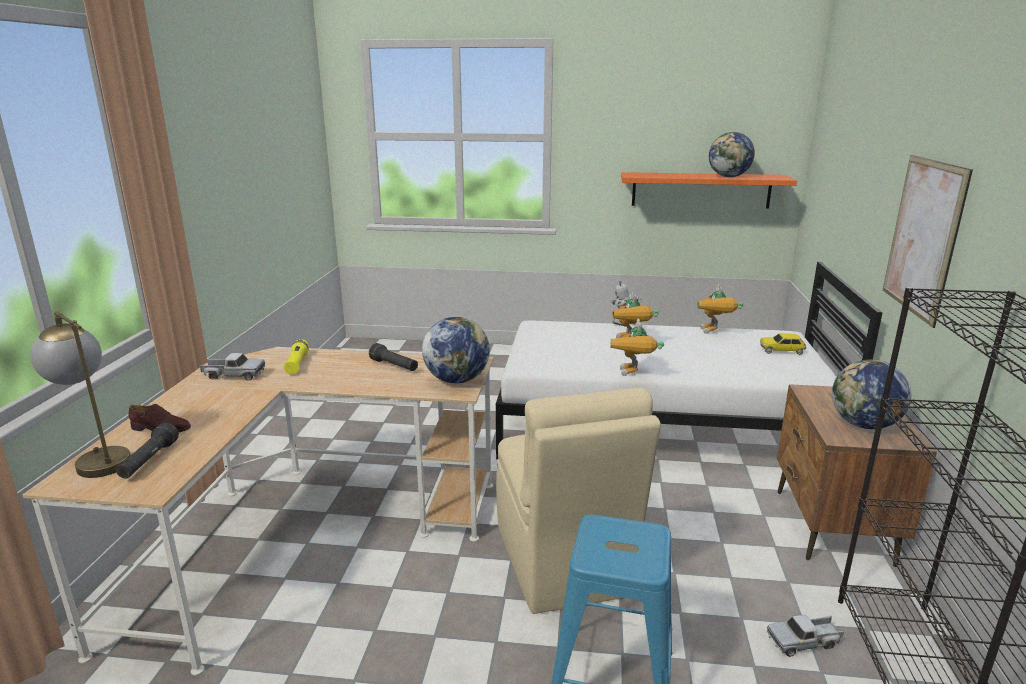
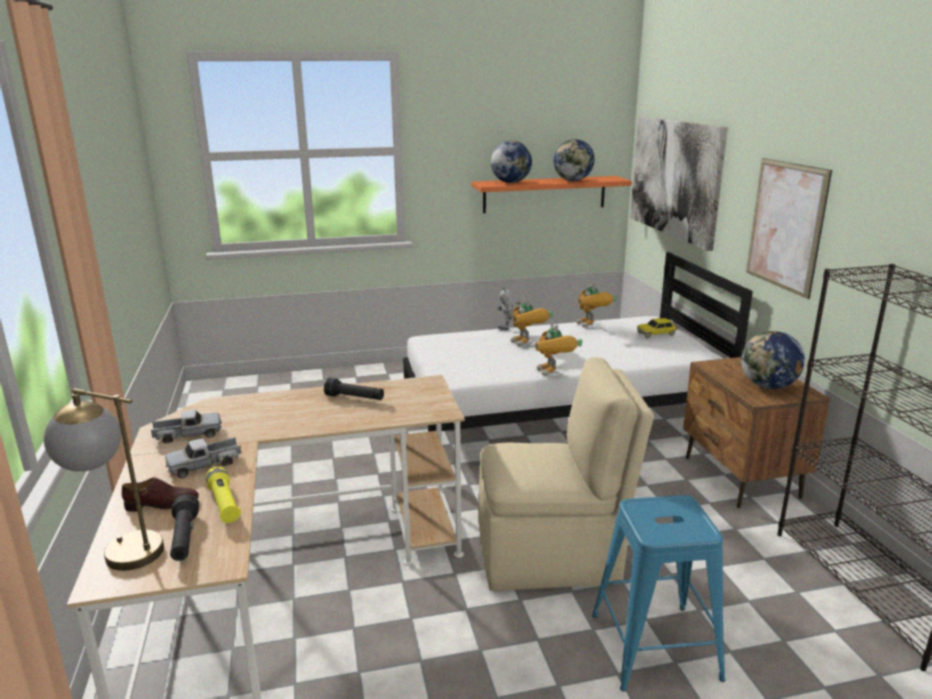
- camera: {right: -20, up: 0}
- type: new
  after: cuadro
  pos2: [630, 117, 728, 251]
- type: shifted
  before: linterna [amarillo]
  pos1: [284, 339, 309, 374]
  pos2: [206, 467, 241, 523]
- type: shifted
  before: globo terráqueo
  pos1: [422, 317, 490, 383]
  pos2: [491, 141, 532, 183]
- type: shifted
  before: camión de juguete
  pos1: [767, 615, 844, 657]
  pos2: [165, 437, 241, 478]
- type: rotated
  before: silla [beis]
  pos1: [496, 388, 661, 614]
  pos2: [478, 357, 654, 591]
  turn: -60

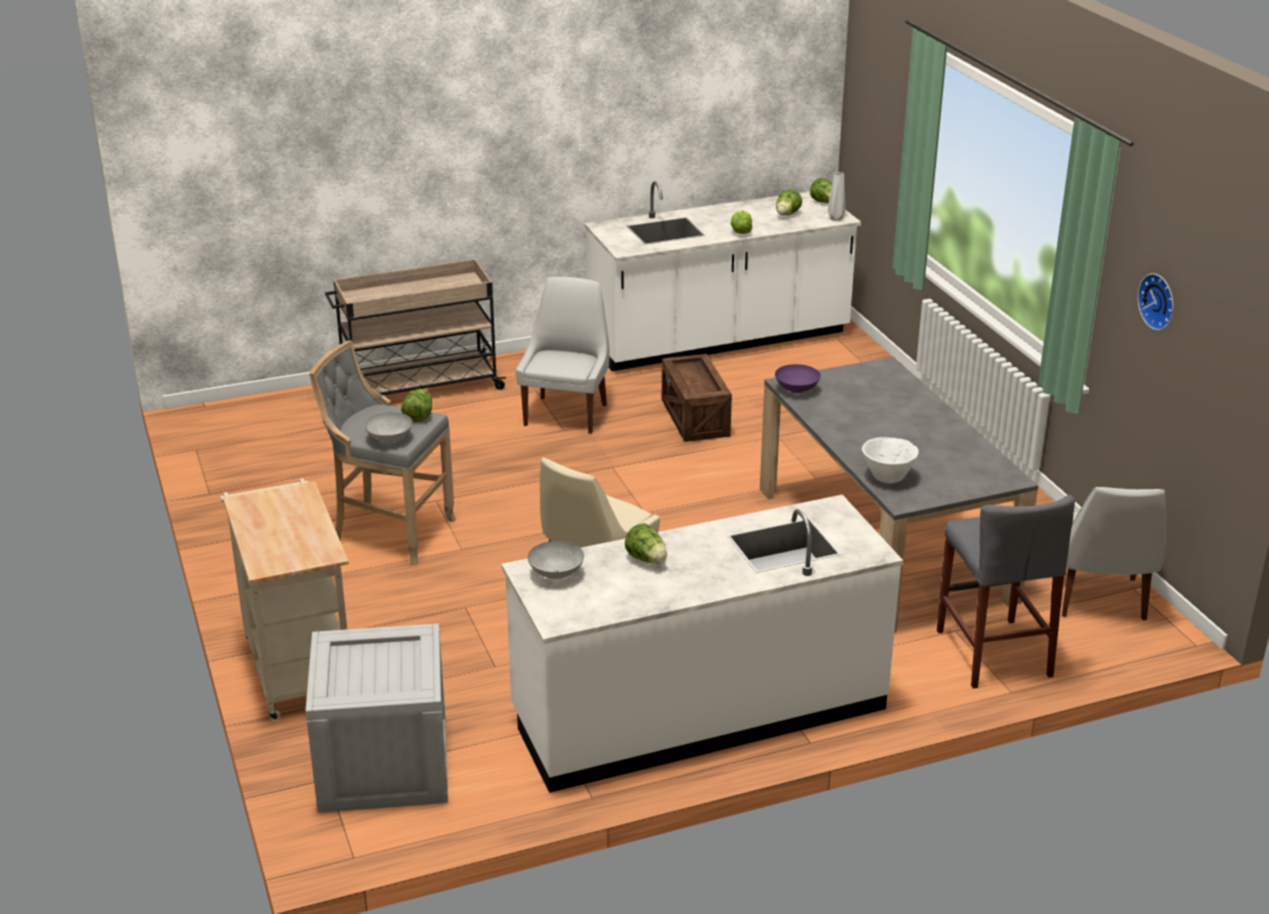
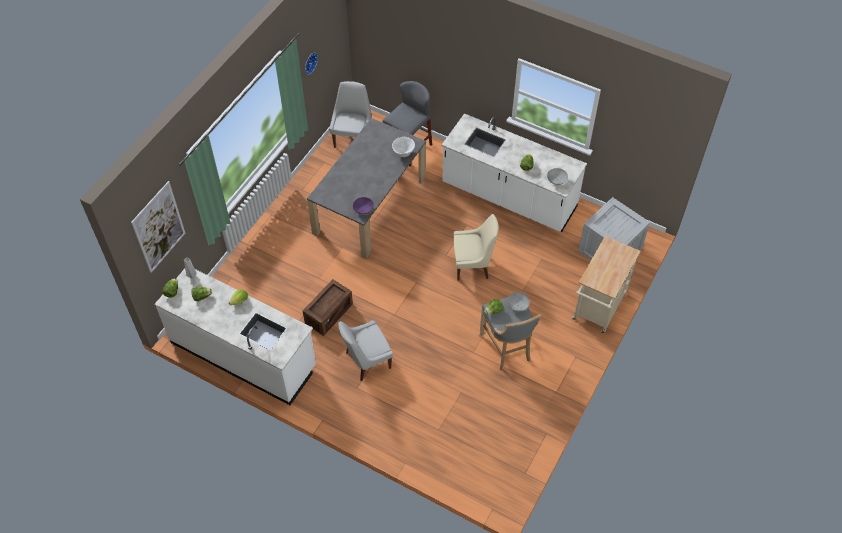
- camera: {right: -130, up: 25}
- type: gone
  before: carrito [beis]
  pos1: [325, 259, 506, 395]
- type: new
  after: cuadro
  pos2: [131, 181, 185, 273]
- type: rotated
  before: silla [blanco]
  pos1: [1062, 487, 1166, 621]
  pos2: [329, 81, 371, 148]
  turn: -45

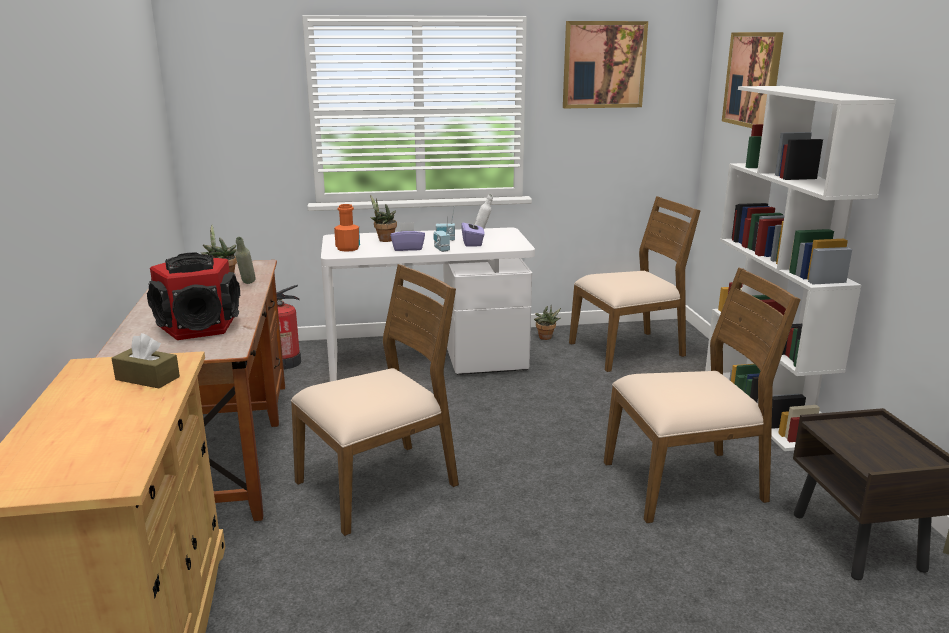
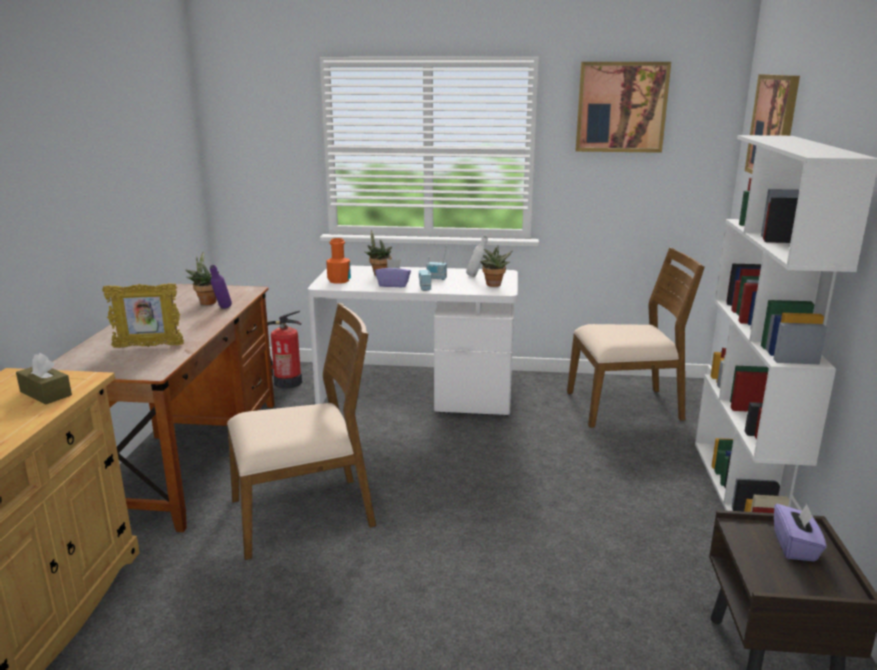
- camera: {right: 15, up: 0}
- type: gone
  before: silla [marrón]
  pos1: [604, 267, 801, 523]
- type: shifted
  before: caja de pañuelos [morado]
  pos1: [461, 219, 484, 247]
  pos2: [774, 504, 827, 562]
- type: shifted
  before: planta en maceta
  pos1: [534, 306, 561, 340]
  pos2: [480, 245, 513, 287]
- type: swapped
  before: altavoz
  after: portarretratos
  pos1: [147, 253, 240, 340]
  pos2: [102, 283, 184, 348]
- type: repainted
  before: botella [gris]
  after: botella [morado]
  pos1: [235, 237, 256, 284]
  pos2: [210, 265, 232, 309]

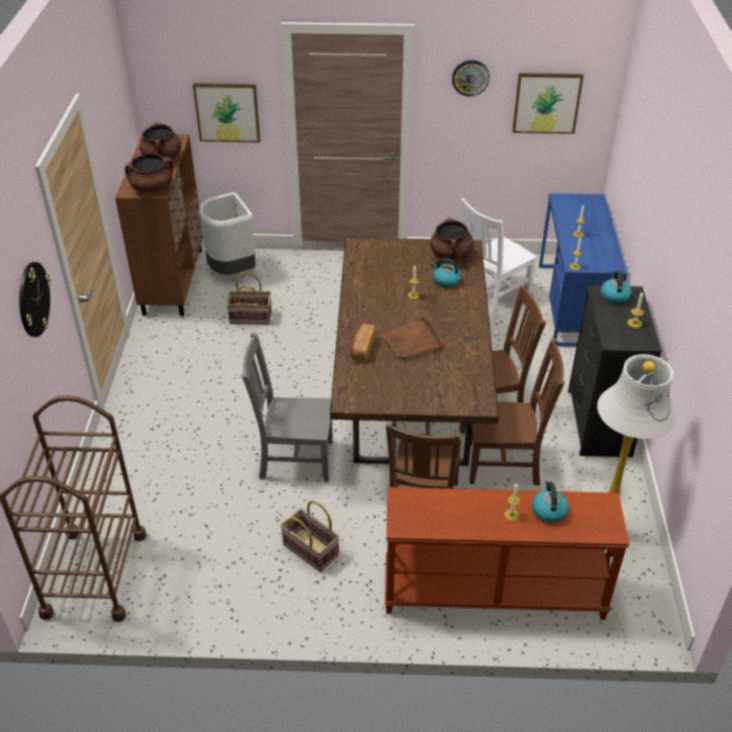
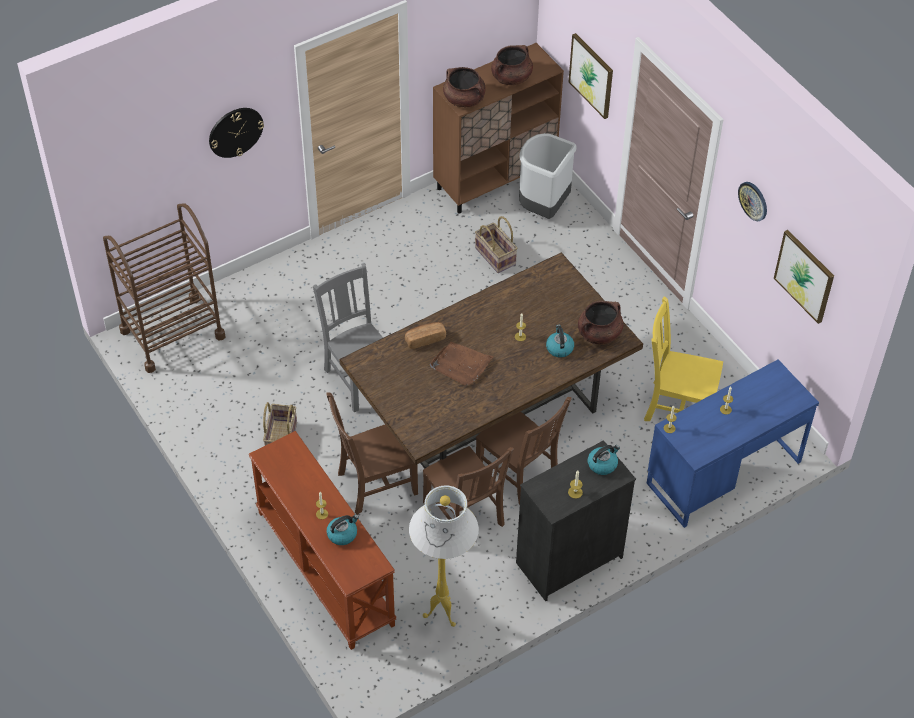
- camera: {right: 55, up: 10}
- type: repainted
  before: silla [blanco]
  after: silla [amarillo]
  pos1: [461, 198, 537, 319]
  pos2: [644, 297, 723, 421]

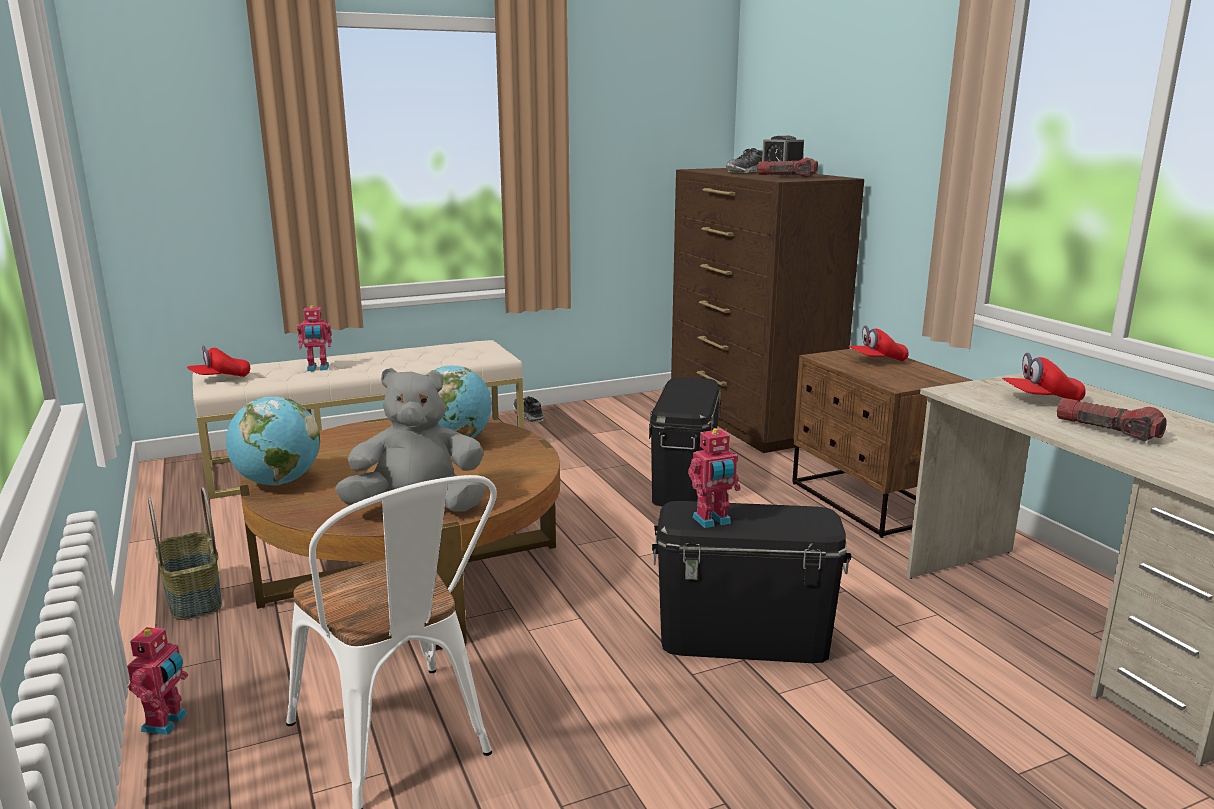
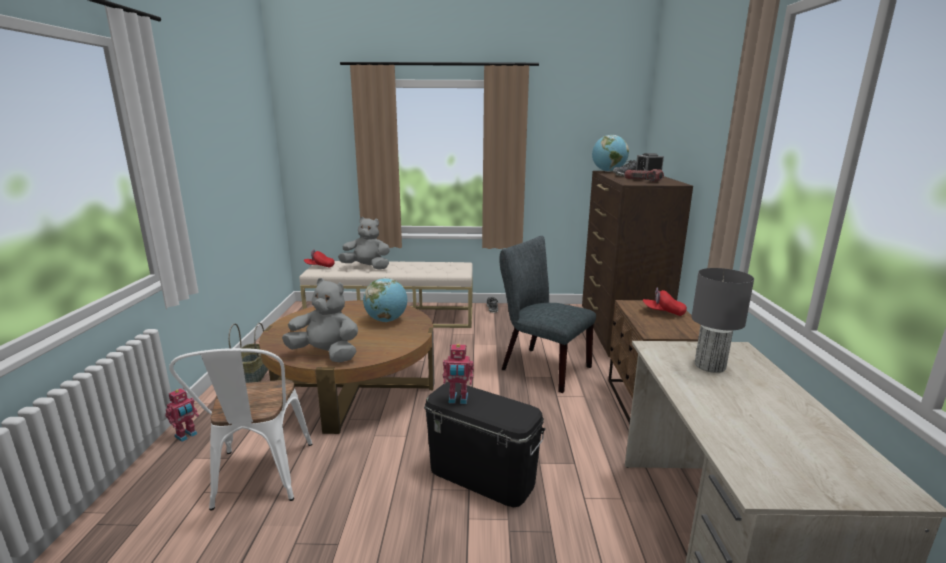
- camera: {right: 25, up: 0}
- type: gone
  before: linterna
  pos1: [1057, 398, 1167, 442]
- type: shifted
  before: globo terráqueo
  pos1: [226, 396, 320, 485]
  pos2: [592, 135, 629, 172]
- type: swapped
  before: robot de juguete
  after: peluche [gris]
  pos1: [297, 305, 332, 371]
  pos2: [338, 217, 390, 270]
- type: swapped
  before: caja de almacenaje [negro]
  after: silla [gris]
  pos1: [649, 377, 721, 506]
  pos2: [499, 236, 596, 393]
- type: swapped
  before: gorra [rojo]
  after: lámpara de mesa [gris]
  pos1: [1002, 353, 1086, 401]
  pos2: [691, 268, 754, 373]

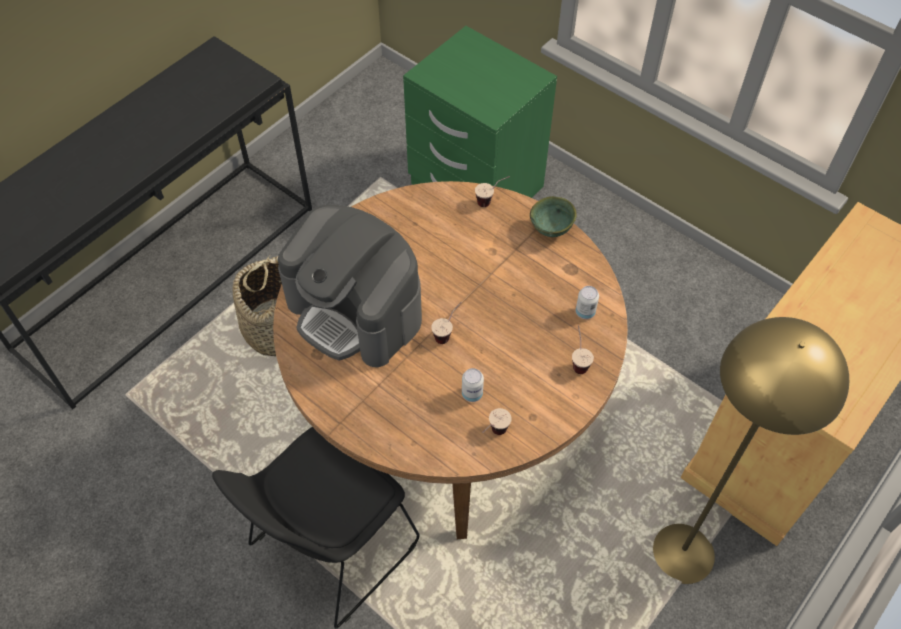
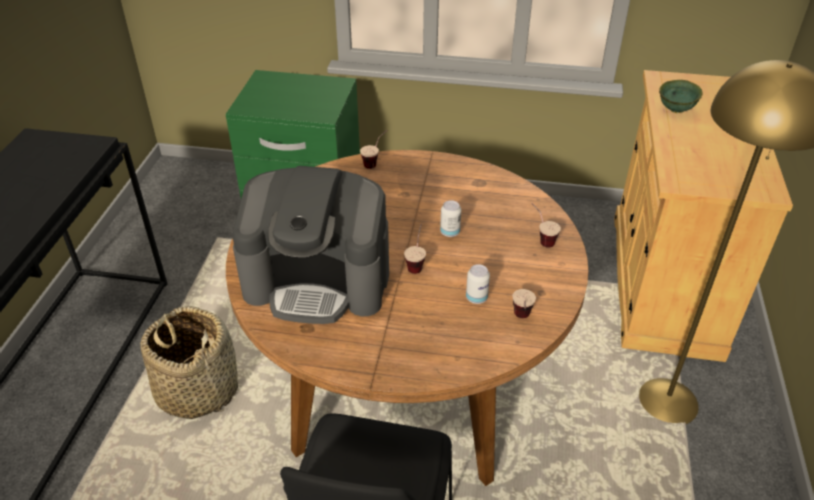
- camera: {right: -30, up: -15}
- type: shifted
  before: cuenco [verde]
  pos1: [530, 196, 577, 237]
  pos2: [659, 80, 702, 113]
- type: shifted
  before: lata
  pos1: [576, 286, 599, 319]
  pos2: [440, 200, 461, 237]

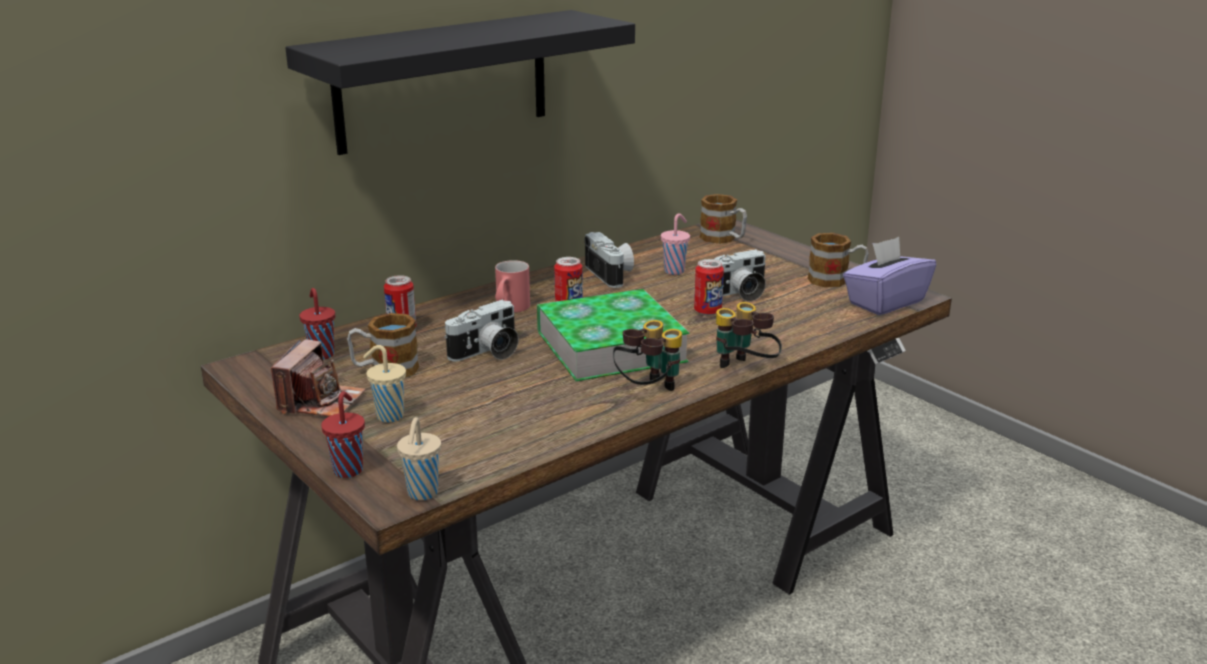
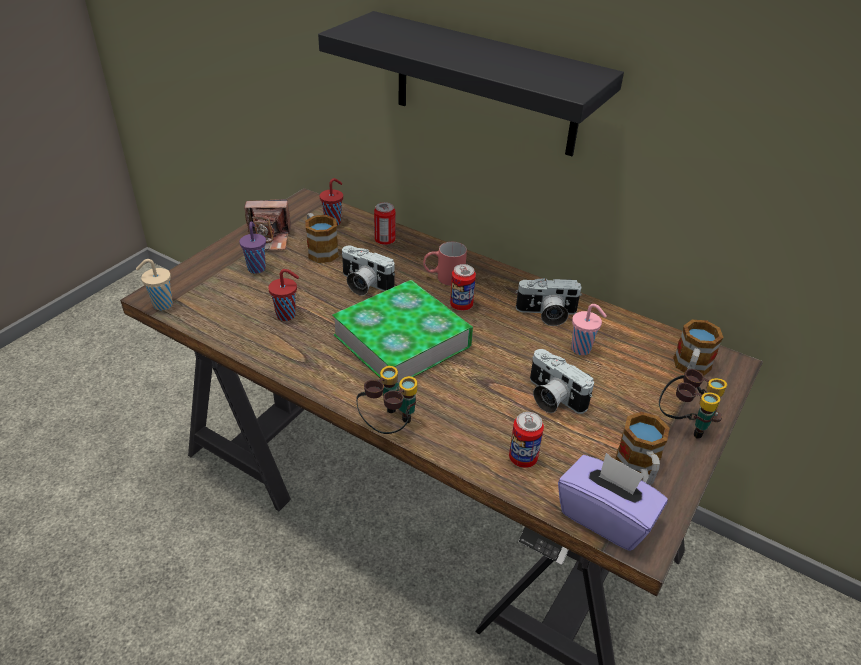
- camera: {right: 70, up: 15}
- type: shifted
  before: taza [rojo]
  pos1: [321, 392, 365, 478]
  pos2: [268, 269, 299, 321]
- type: shifted
  before: prismáticos
  pos1: [613, 320, 682, 391]
  pos2: [659, 369, 727, 439]
- type: shifted
  before: lata
  pos1: [694, 259, 724, 316]
  pos2: [509, 412, 544, 468]
- type: repainted
  before: taza [beis]
  after: taza [morado]
  pos1: [363, 345, 406, 423]
  pos2: [240, 221, 266, 274]
- type: rotated
  before: cámara
  pos1: [584, 232, 634, 288]
  pos2: [515, 278, 582, 326]
  turn: 45

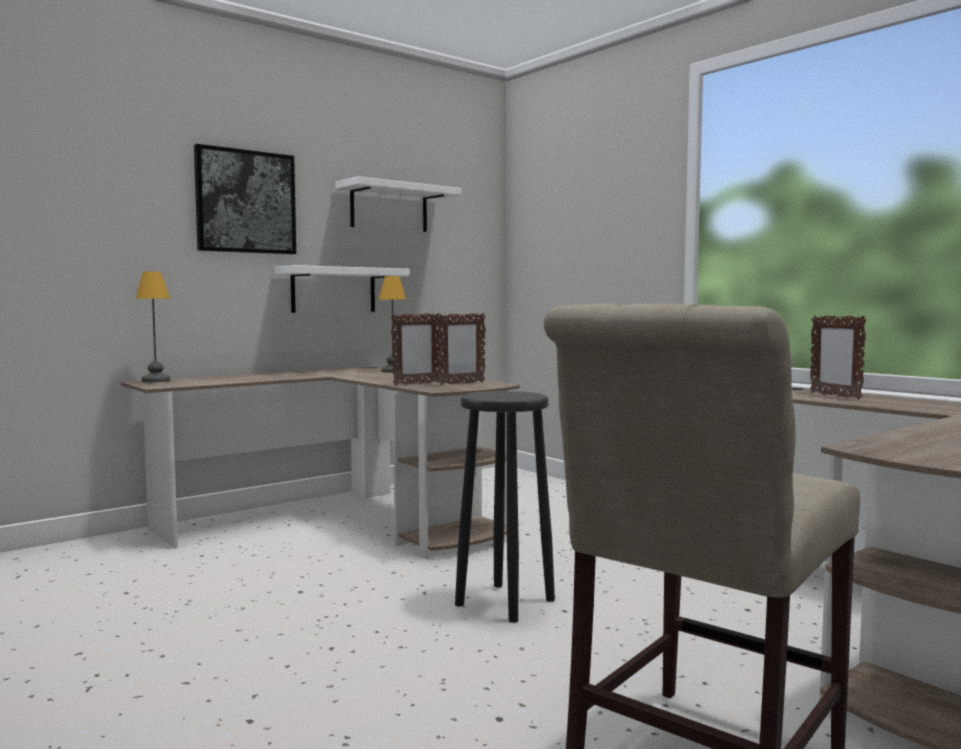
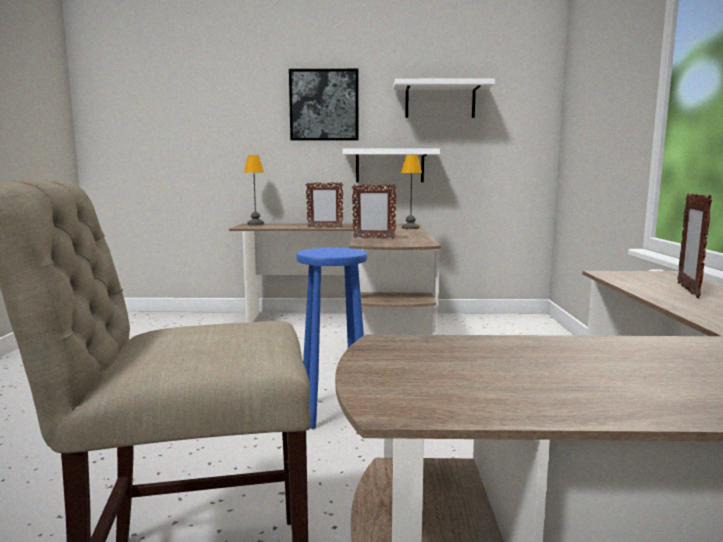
- camera: {right: 40, up: 5}
- type: shifted
  before: portarretratos
  pos1: [438, 313, 485, 385]
  pos2: [306, 182, 343, 228]
- type: repainted
  before: taburete [negro]
  after: taburete [azul]
  pos1: [455, 391, 555, 623]
  pos2: [296, 248, 367, 429]

